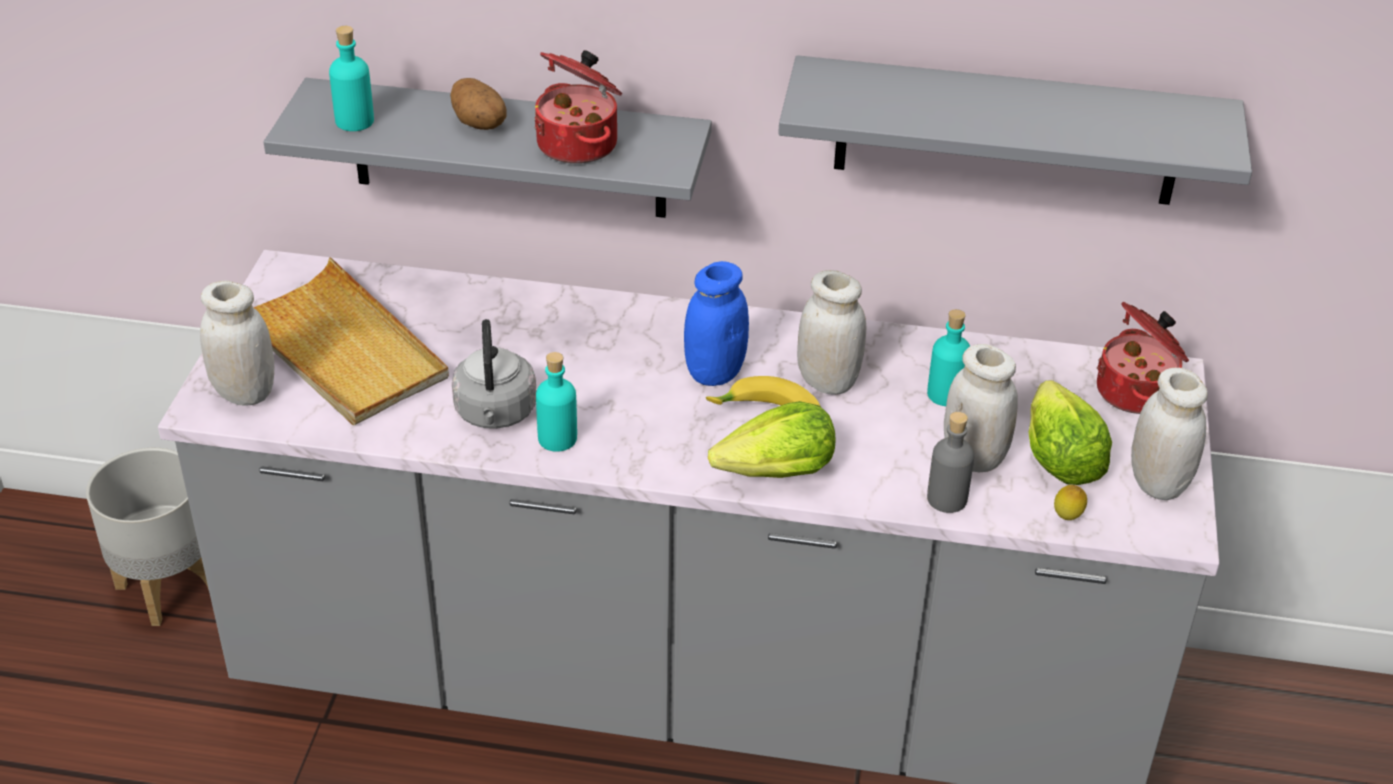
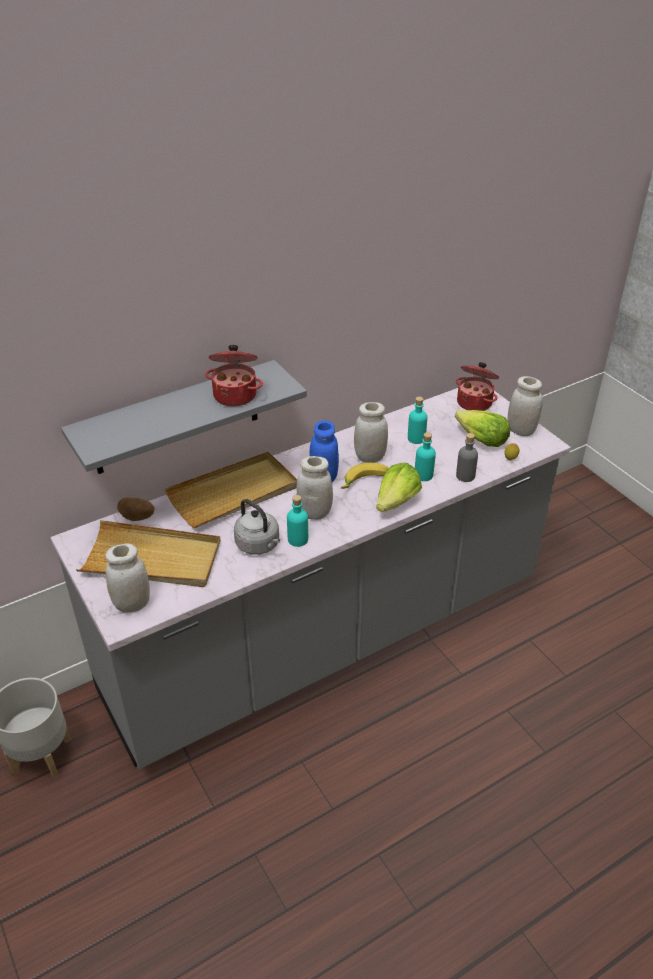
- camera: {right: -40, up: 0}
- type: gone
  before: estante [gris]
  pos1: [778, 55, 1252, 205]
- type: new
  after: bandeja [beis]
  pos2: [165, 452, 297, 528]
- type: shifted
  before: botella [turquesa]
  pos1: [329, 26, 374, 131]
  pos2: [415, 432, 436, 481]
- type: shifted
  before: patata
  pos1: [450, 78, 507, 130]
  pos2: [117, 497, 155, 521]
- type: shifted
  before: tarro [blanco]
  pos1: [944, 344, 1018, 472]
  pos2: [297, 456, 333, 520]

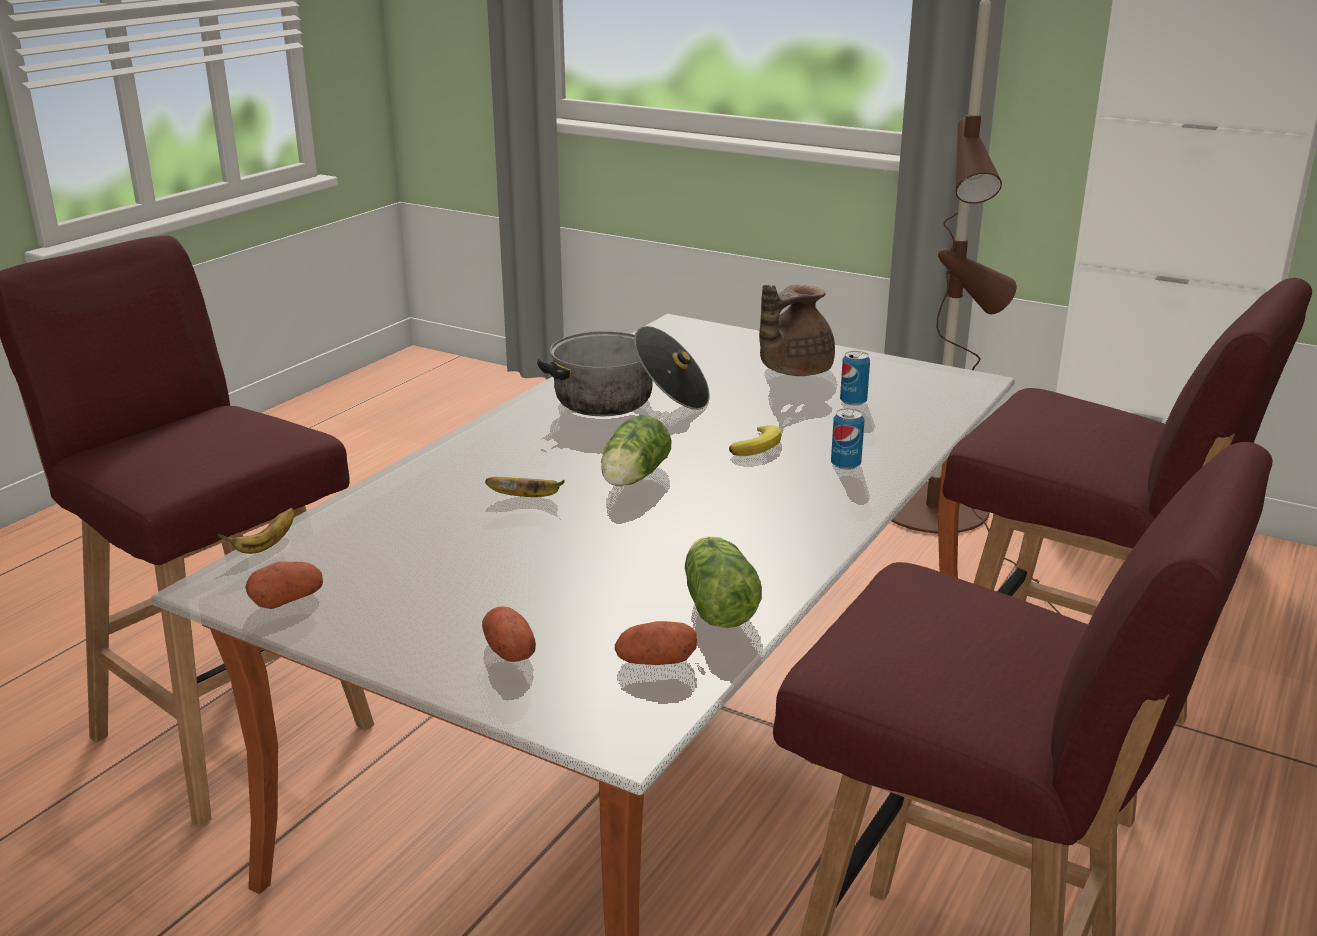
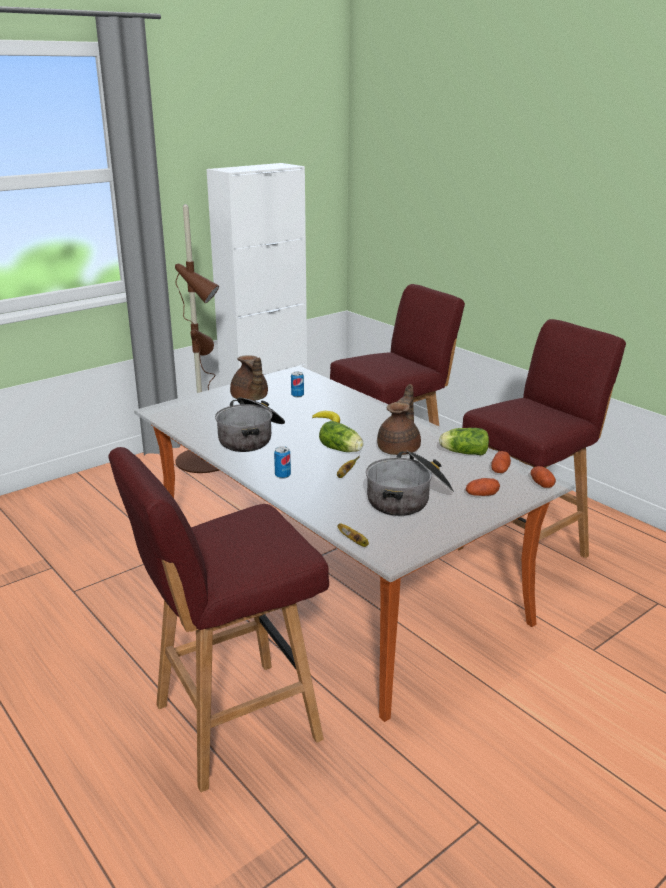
- camera: {right: -70, up: 0}
- type: new
  after: olla
  pos2: [366, 451, 454, 516]
- type: new
  after: tetera [marrón]
  pos2: [377, 384, 421, 455]
- type: shifted
  before: patata
  pos1: [245, 561, 323, 609]
  pos2: [530, 466, 556, 488]
- type: shifted
  before: lata
  pos1: [831, 408, 864, 470]
  pos2: [274, 446, 291, 479]

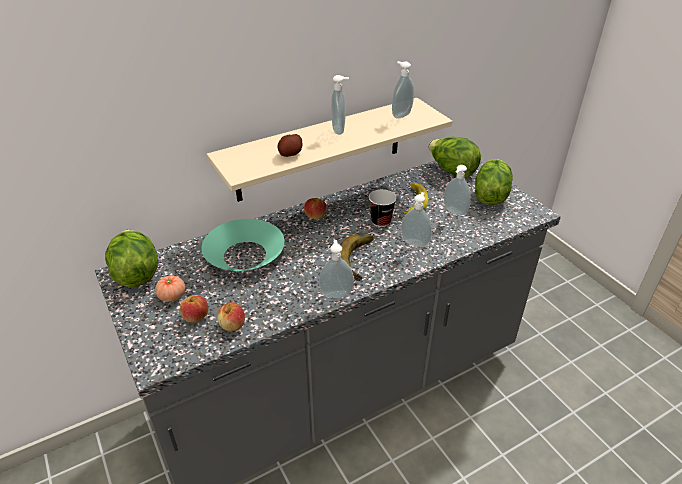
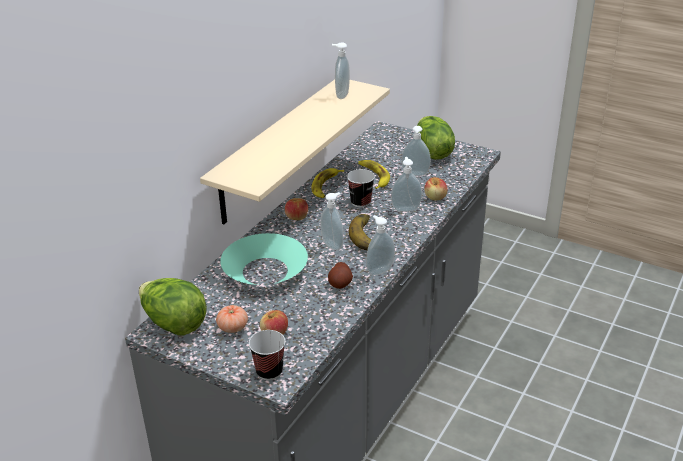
- camera: {right: -30, up: -5}
- type: gone
  before: lechuga
  pos1: [428, 137, 481, 178]
- type: new
  after: taza
  pos2: [249, 330, 285, 380]
- type: new
  after: plátano
  pos2: [311, 168, 344, 198]
- type: shifted
  before: manzana
  pos1: [217, 302, 245, 332]
  pos2: [424, 177, 448, 200]
- type: shifted
  before: patata
  pos1: [277, 134, 303, 157]
  pos2: [328, 262, 353, 289]
- type: shifted
  before: dispensador de jabón
  pos1: [331, 75, 349, 135]
  pos2: [320, 192, 343, 250]

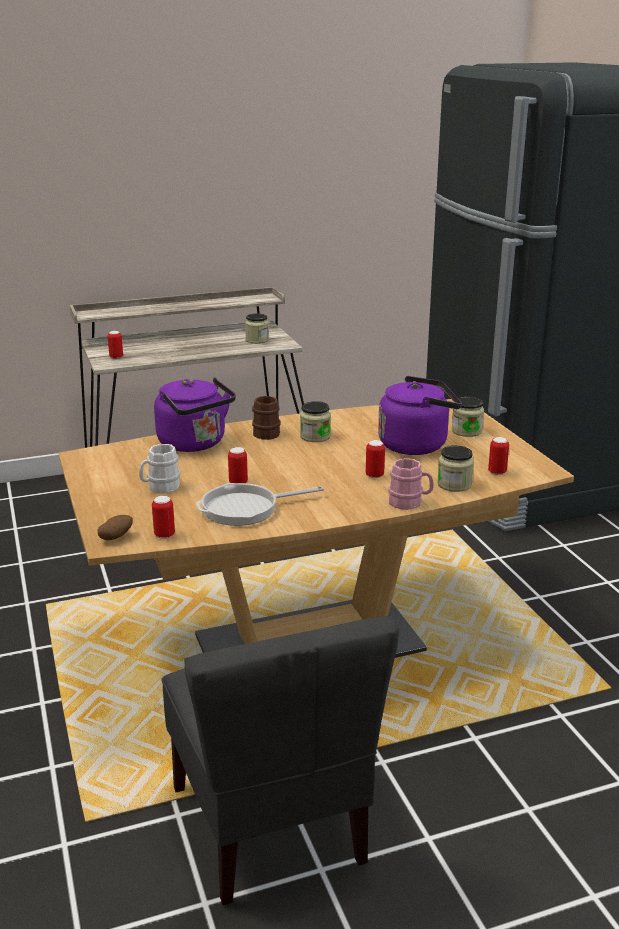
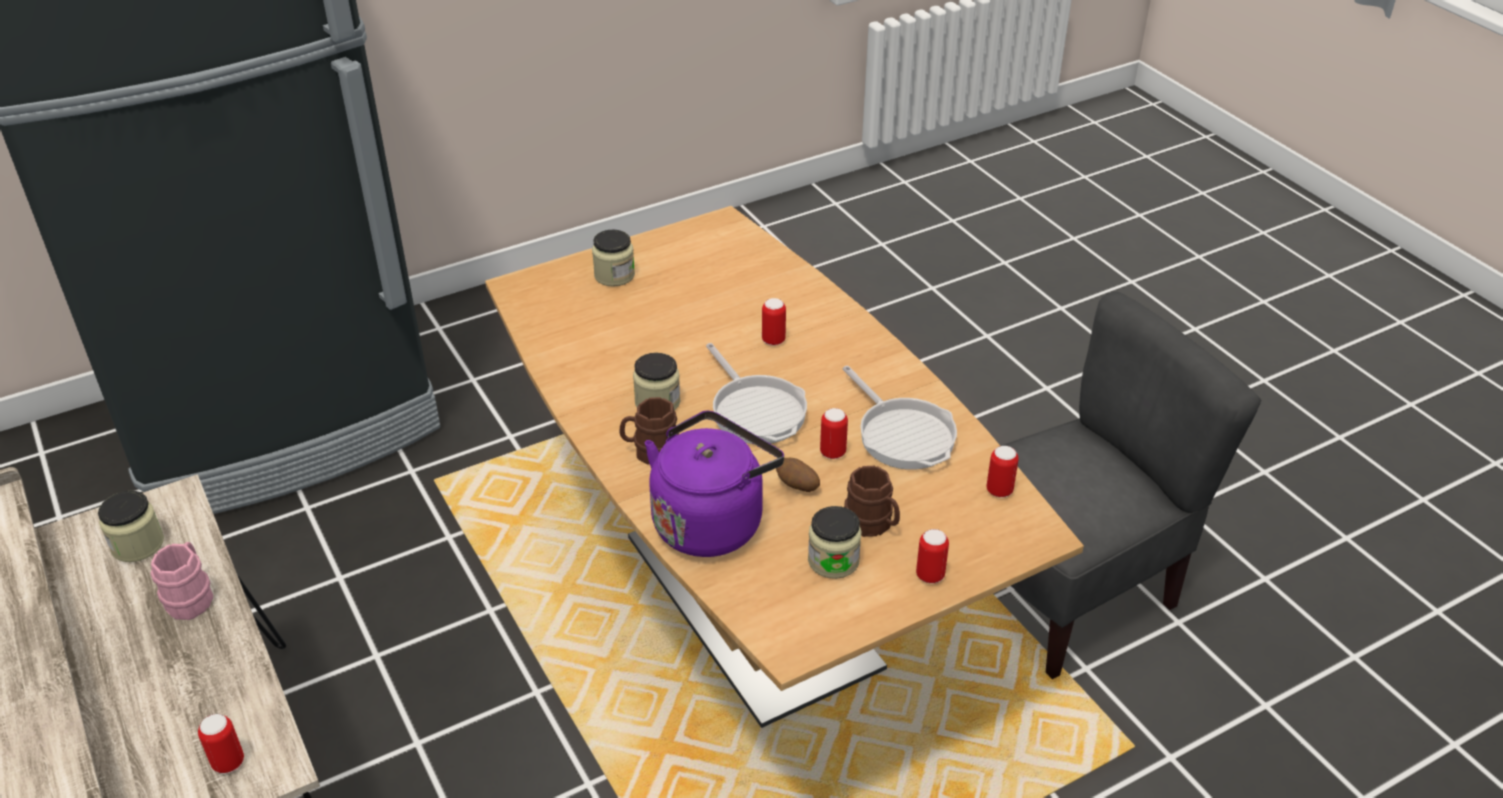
- camera: {right: -100, up: 15}
- type: gone
  before: hervidor [morado]
  pos1: [378, 376, 462, 455]
- type: new
  after: sartén
  pos2: [706, 343, 807, 444]
- type: shifted
  before: patata
  pos1: [97, 515, 133, 540]
  pos2: [776, 458, 820, 492]
- type: shifted
  before: taza grande [rosa]
  pos1: [388, 458, 434, 510]
  pos2: [151, 542, 213, 620]
- type: shifted
  before: tarro
  pos1: [437, 445, 474, 492]
  pos2: [808, 506, 862, 579]
- type: shifted
  before: lata
  pos1: [488, 437, 509, 475]
  pos2: [916, 529, 949, 584]
- type: repainted
  before: taza grande [blanco]
  after: taza grande [marrón]
  pos1: [139, 444, 180, 494]
  pos2: [844, 466, 900, 537]

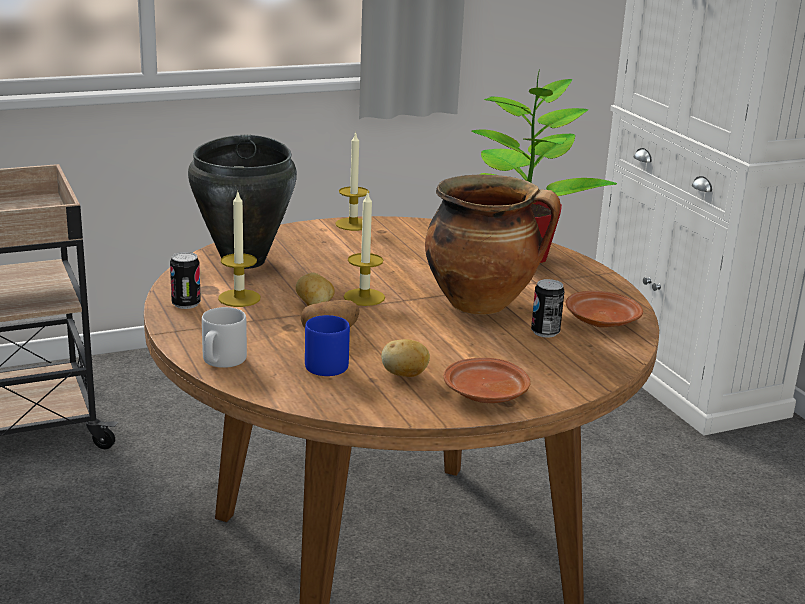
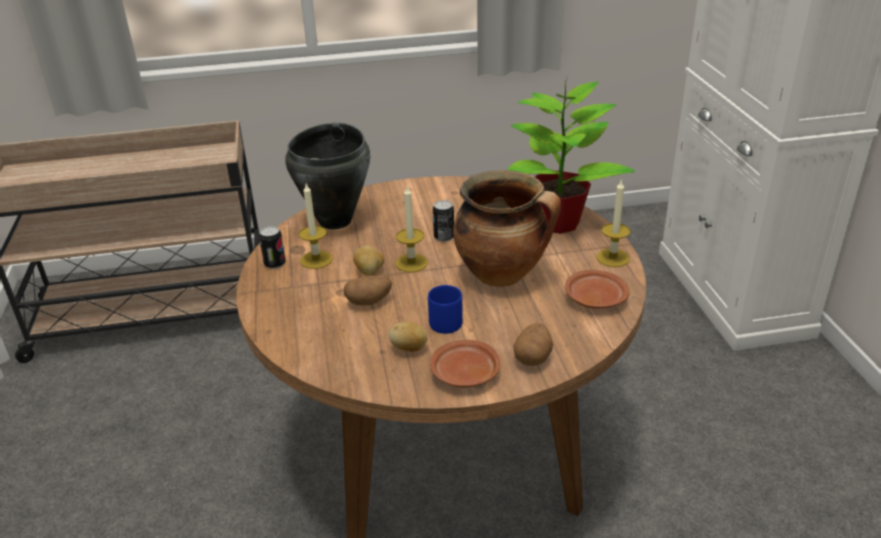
- camera: {right: 15, up: 10}
- type: gone
  before: taza grande [gris]
  pos1: [202, 307, 247, 368]
- type: new
  after: patata
  pos2: [513, 323, 553, 366]
- type: shifted
  before: taza grande [azul]
  pos1: [305, 315, 350, 376]
  pos2: [428, 285, 463, 334]
- type: shifted
  before: vela
  pos1: [335, 132, 369, 231]
  pos2: [596, 179, 630, 267]
- type: shifted
  before: lata
  pos1: [531, 279, 564, 338]
  pos2: [433, 200, 454, 242]

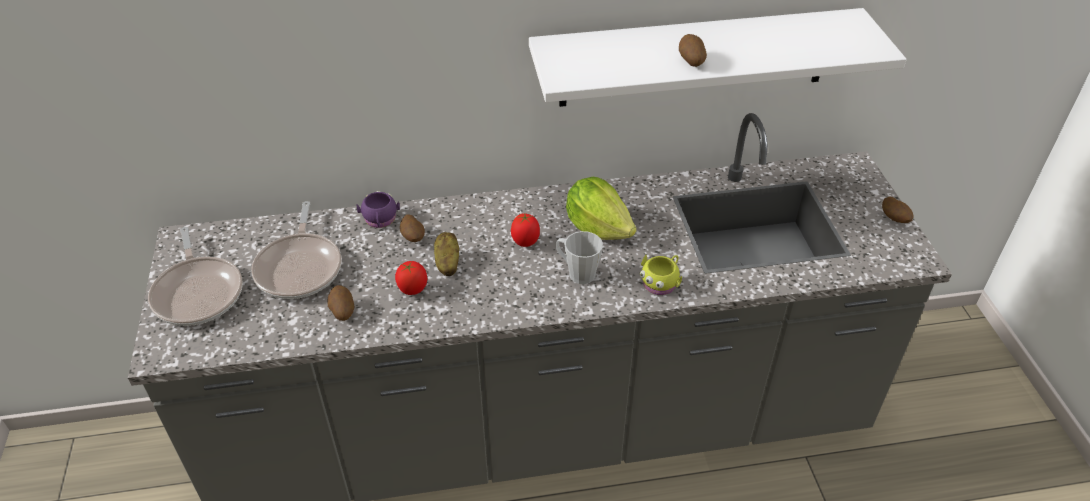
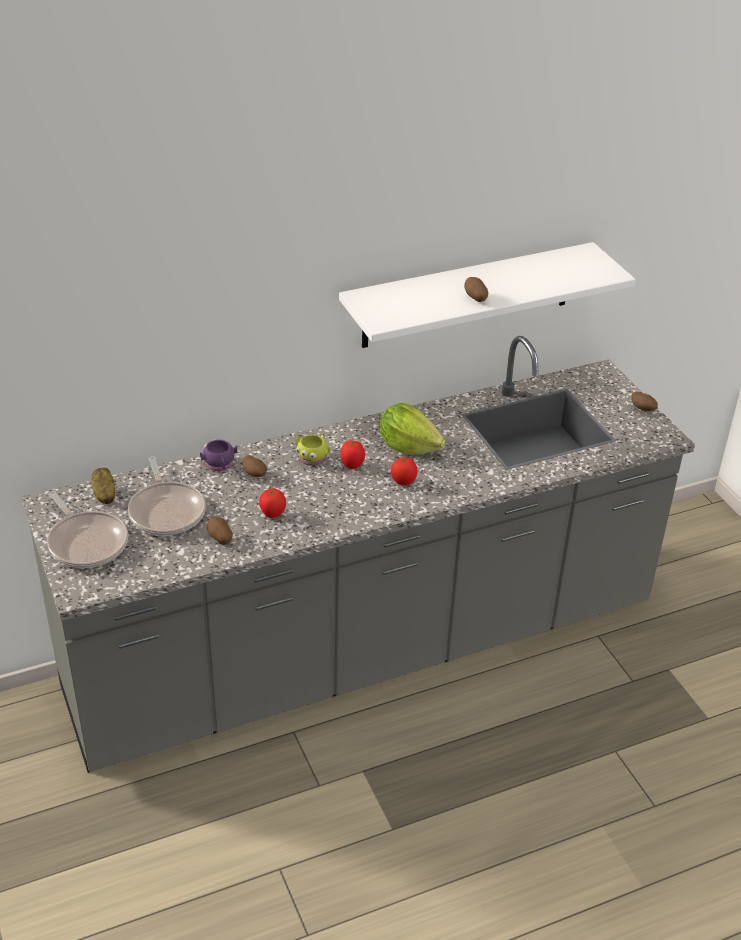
- camera: {right: -15, up: -5}
- type: shifted
  before: patata
  pos1: [434, 232, 459, 276]
  pos2: [91, 468, 115, 504]
- type: shifted
  before: taza grande [amarillo]
  pos1: [640, 255, 682, 295]
  pos2: [295, 433, 330, 466]
- type: swapped
  before: taza grande [gris]
  after: tomate
  pos1: [555, 231, 603, 284]
  pos2: [391, 457, 417, 486]

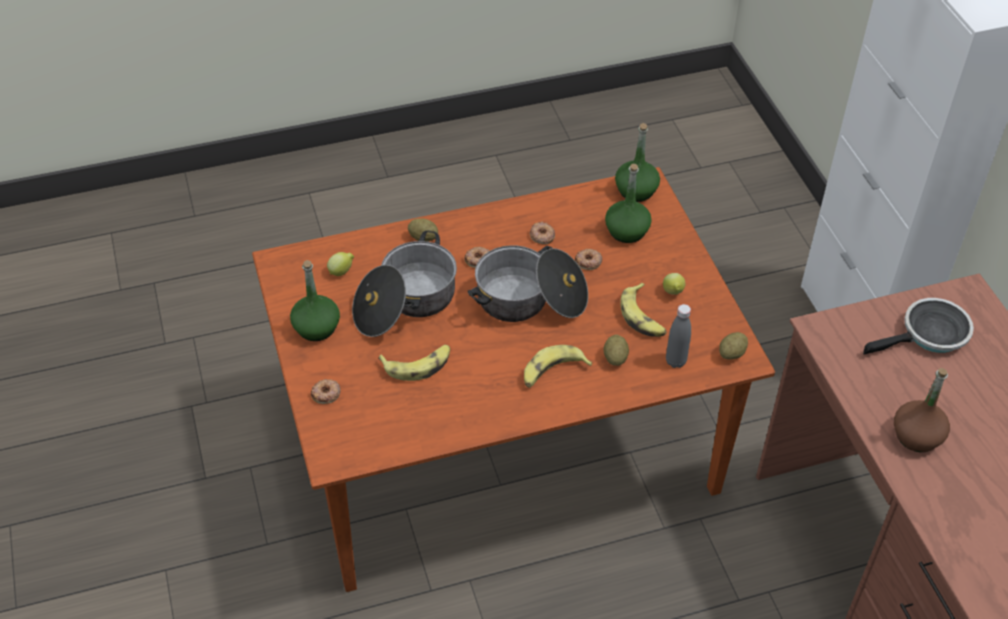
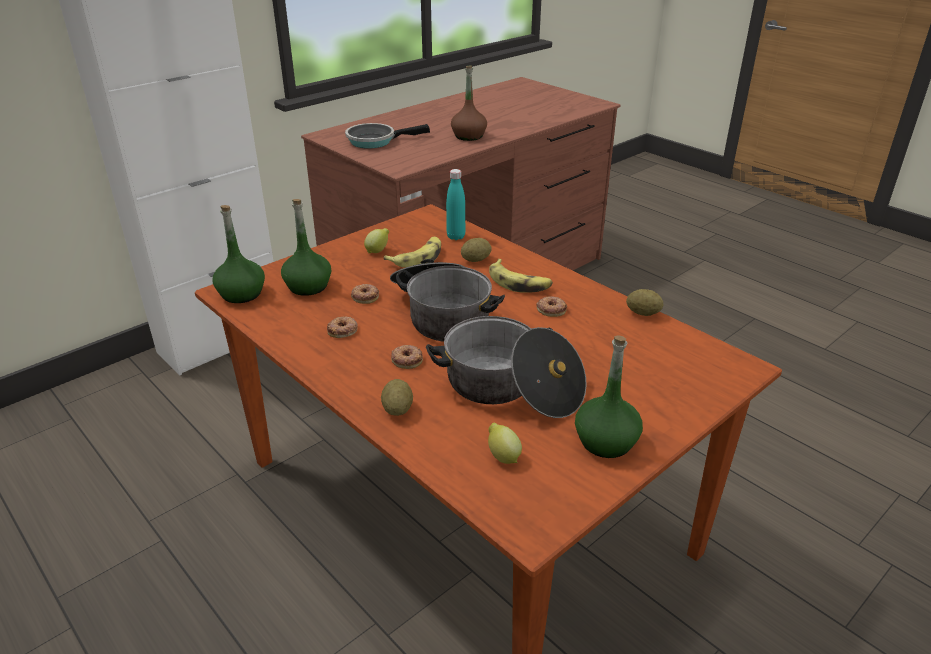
- camera: {right: -115, up: -15}
- type: gone
  before: plátano
  pos1: [378, 345, 450, 381]
- type: shifted
  before: rosquilla
  pos1: [311, 379, 341, 404]
  pos2: [536, 296, 567, 317]
- type: shifted
  before: patata
  pos1: [719, 332, 748, 360]
  pos2: [626, 289, 664, 316]
- type: repainted
  before: botella [gris]
  after: botella [turquesa]
  pos1: [666, 304, 691, 368]
  pos2: [446, 169, 465, 240]
- type: rotated
  before: sartén
  pos1: [863, 298, 974, 355]
  pos2: [345, 123, 430, 149]
  turn: -60

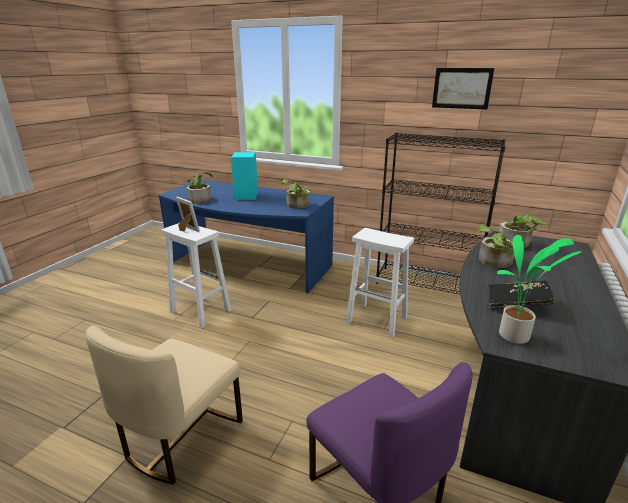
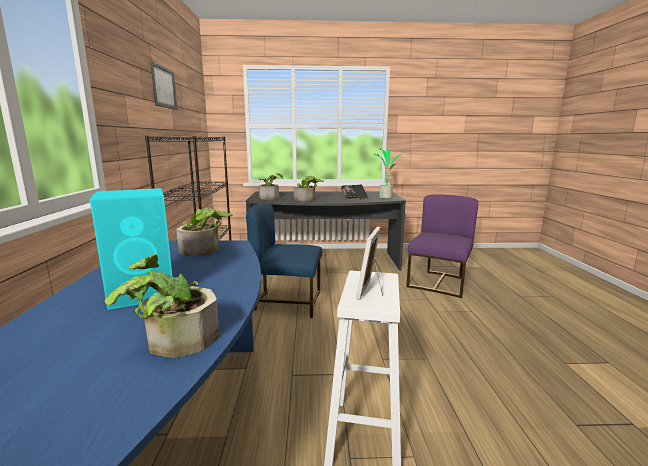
- camera: {right: -115, up: -10}
- type: gone
  before: silla [beis]
  pos1: [85, 325, 243, 485]
- type: swapped
  before: taburete [blanco]
  after: silla [azul]
  pos1: [346, 228, 414, 338]
  pos2: [246, 203, 322, 318]

